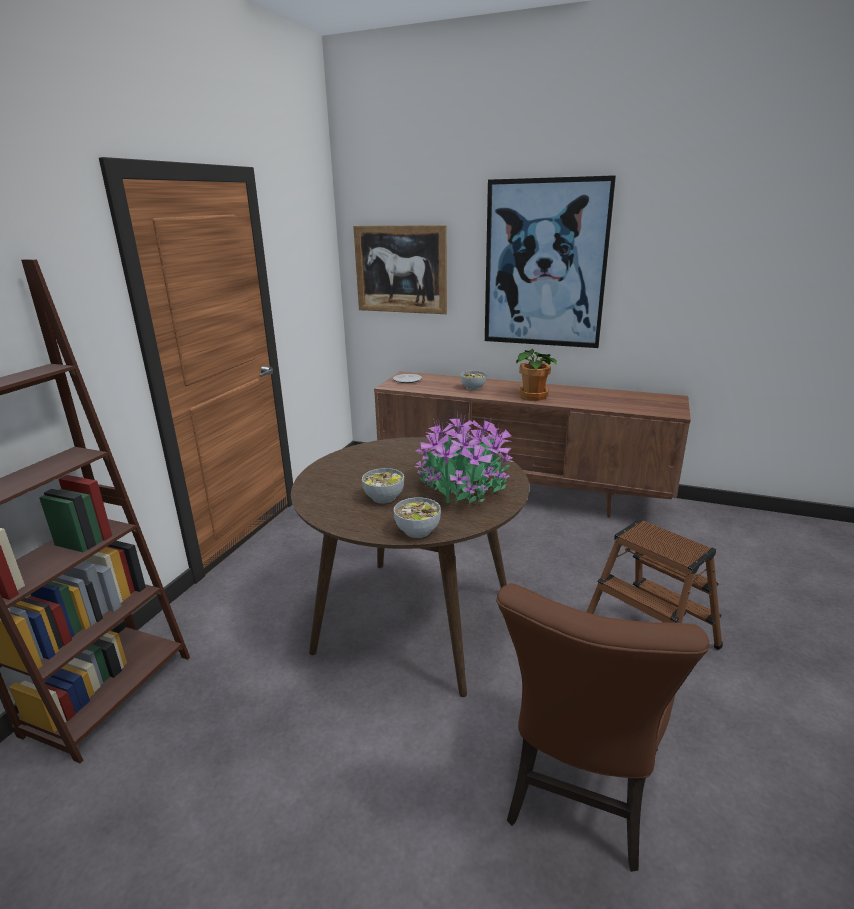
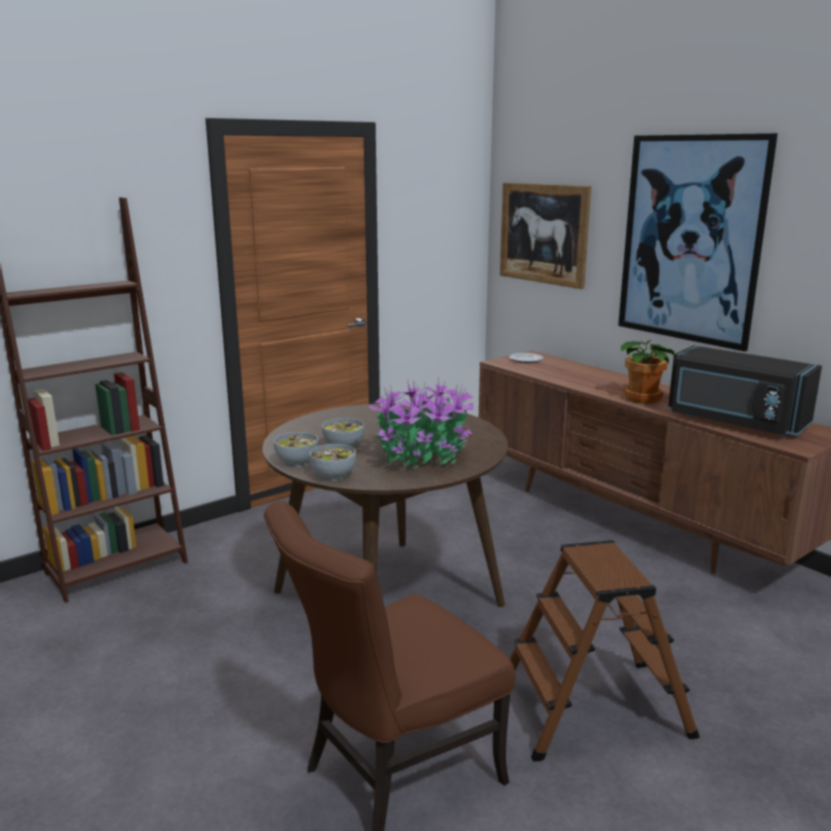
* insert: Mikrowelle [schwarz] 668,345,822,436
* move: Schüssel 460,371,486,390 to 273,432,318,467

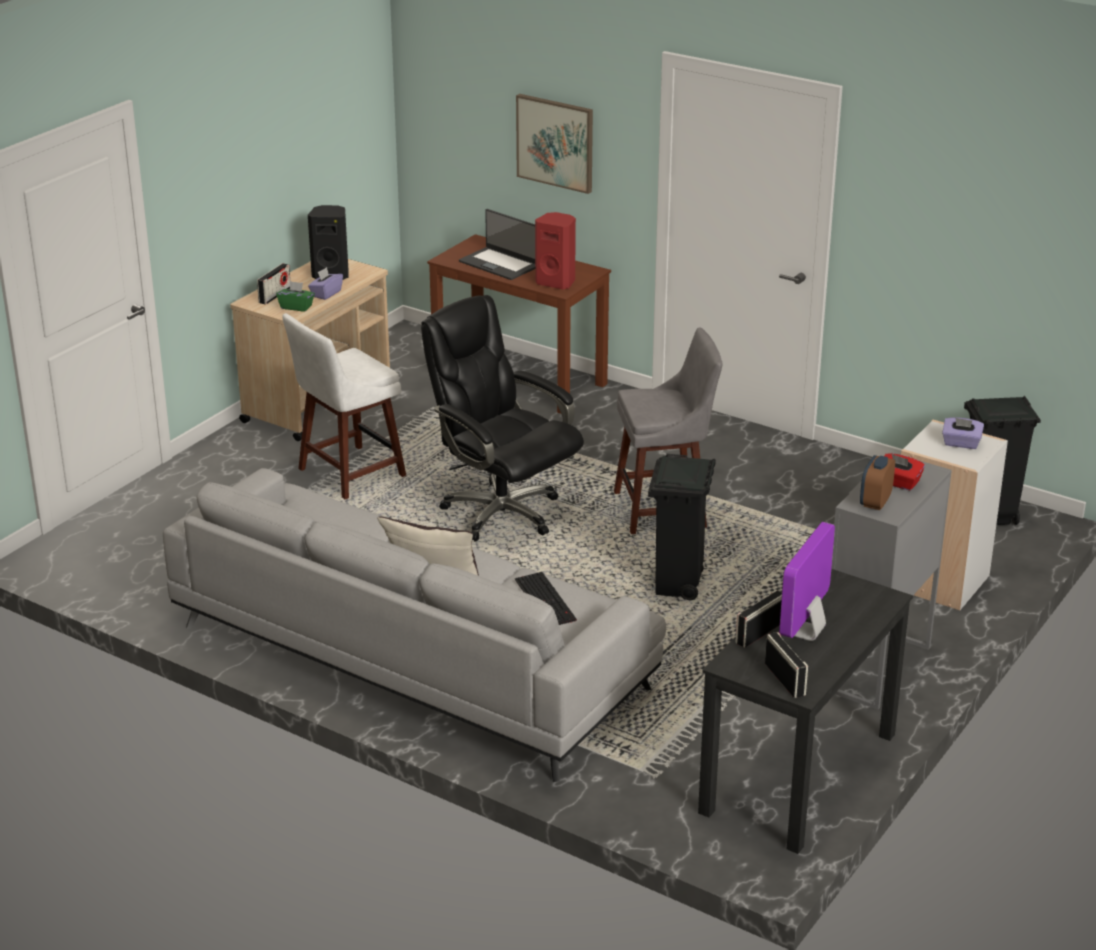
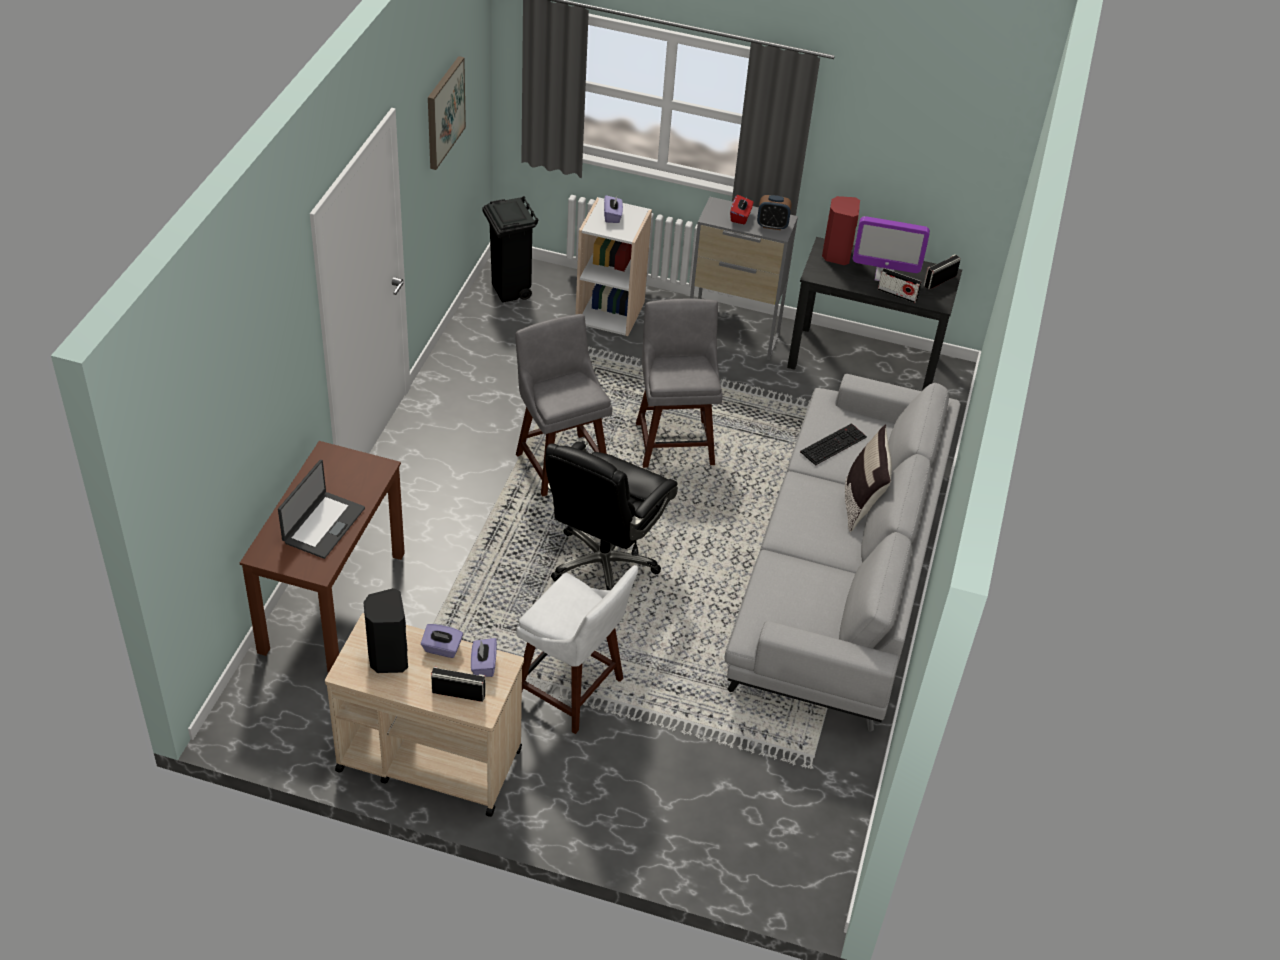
* move: Bild 516,94,593,194 to 428,56,466,170
* move: Lautsprecher [rot] 535,212,576,289 to 822,196,860,265
* replace: Mülleimer [schwarz] 648,454,716,600 to Stuhl [grau] 636,299,723,468
* recolor: Taschentuchbox [grün] 276,281,315,312 to Taschentuchbox [lila] 471,638,497,677

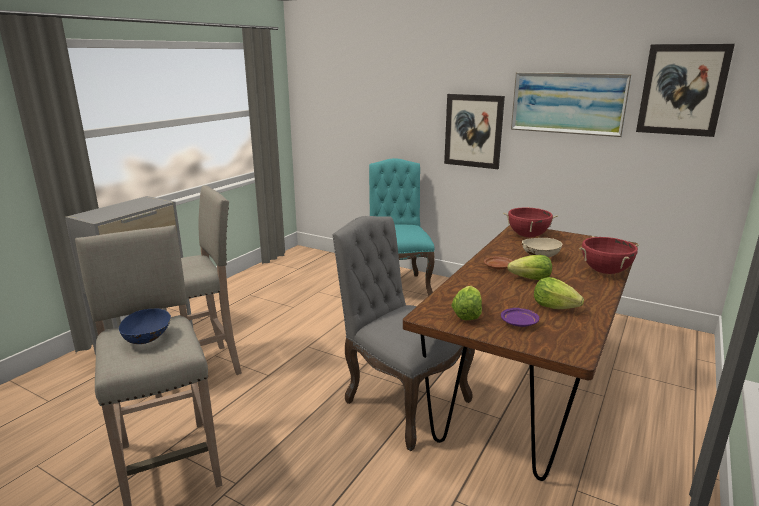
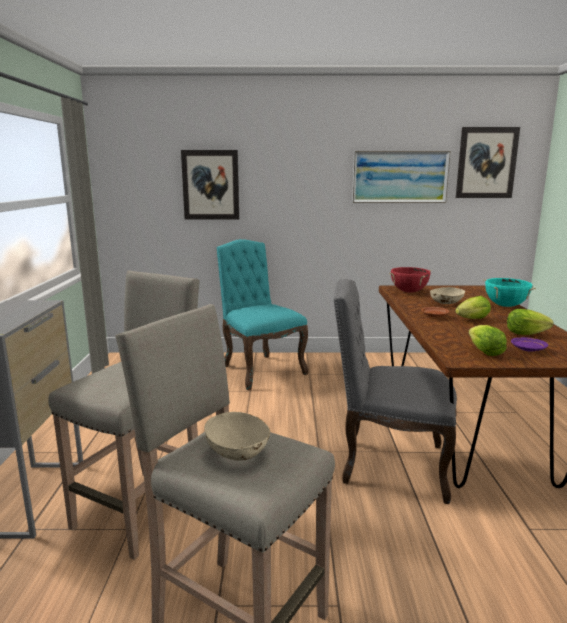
* move: Bild 444,94,505,169 to 181,150,239,220
* recolor: Schüssel [blau] 119,308,171,344 to Schüssel [beige] 204,412,270,461
* recolor: Kochtopf [rot] 579,236,639,274 to Kochtopf [türkis] 483,278,536,307

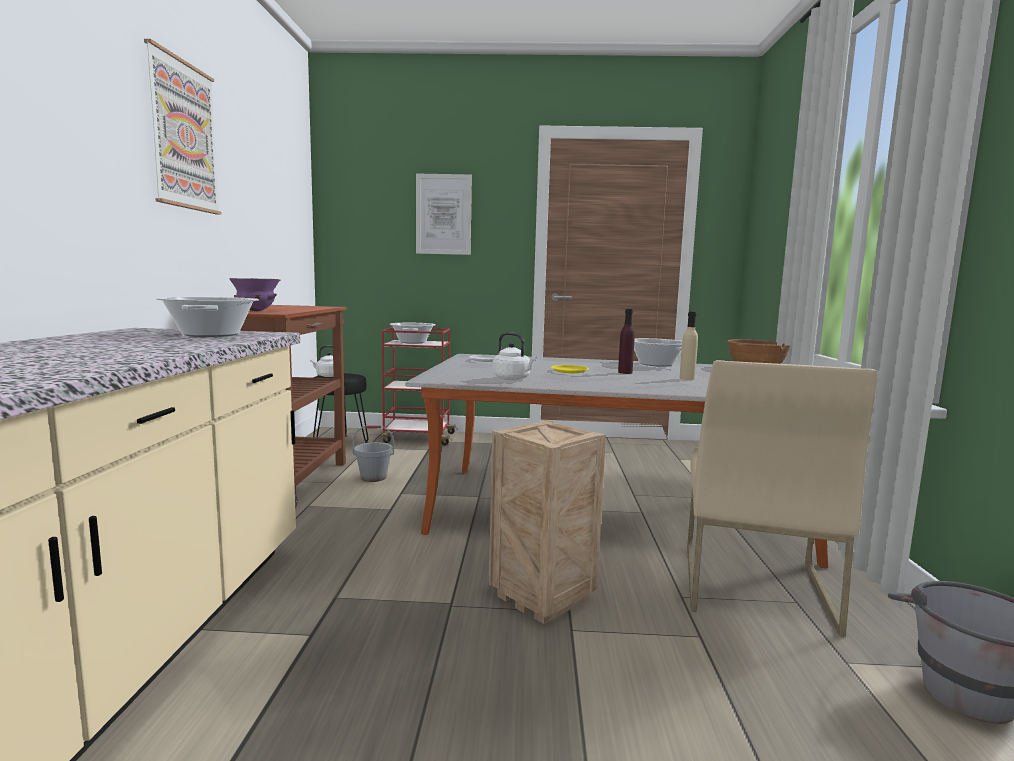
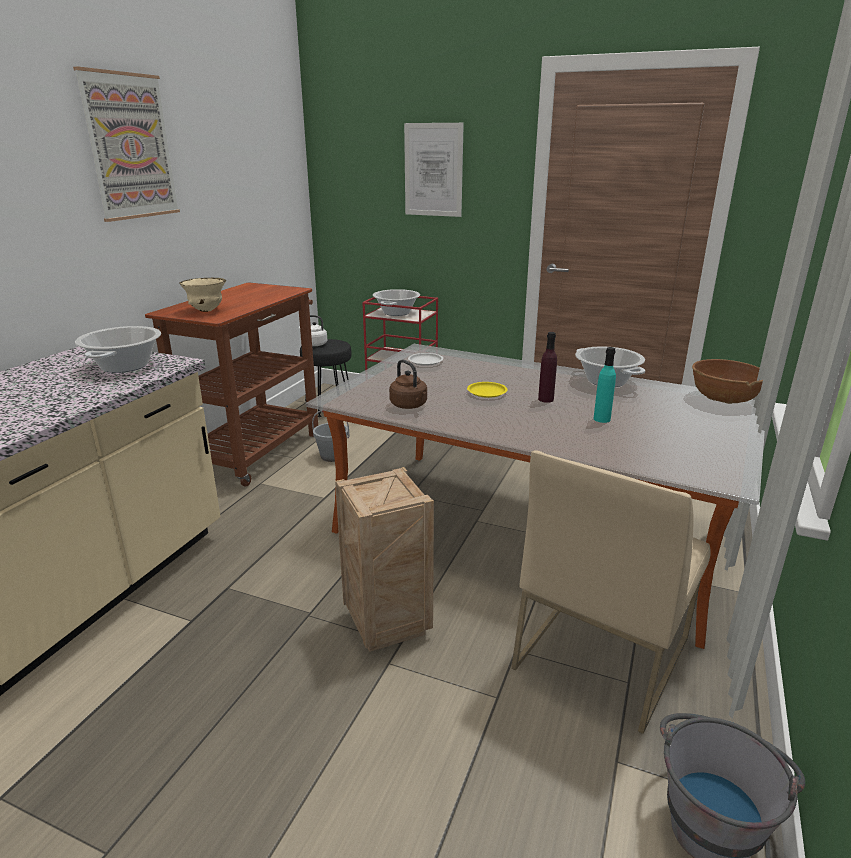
* recolor: Schüssel [lila] 229,278,281,311 to Schüssel [beige] 179,278,226,312
* recolor: Wasserkessel [weiß] 493,332,537,380 to Wasserkessel [braun] 389,360,427,409
* recolor: Flasche [beige] 680,312,698,380 to Flasche [türkis] 594,347,616,423

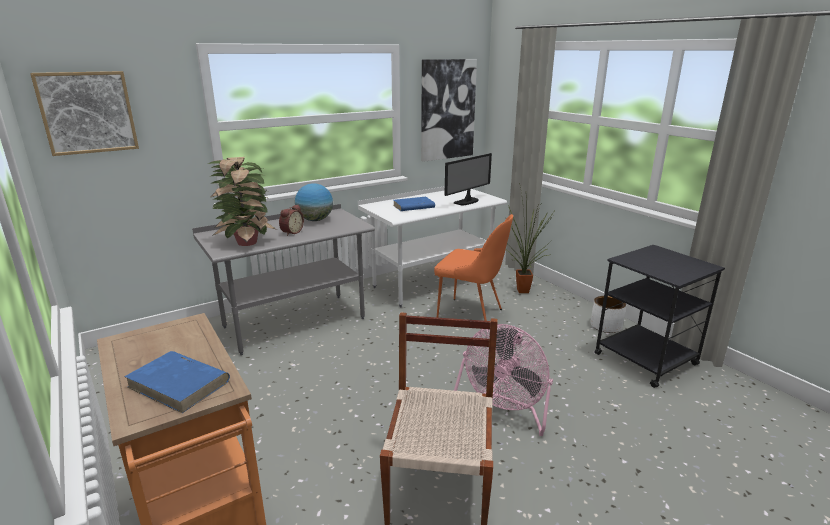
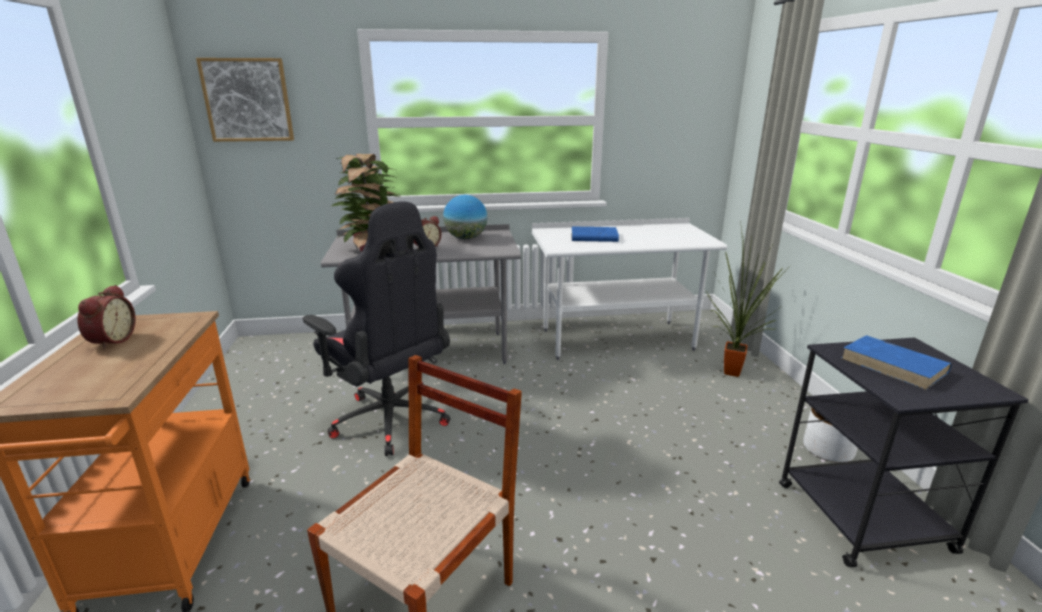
* delete: Bild 421,59,477,162
* delete: Stuhl [orange] 434,214,513,321
* delete: Monitor 444,153,492,205
* delete: Ventilator [rosa] 454,324,553,436
* insert: Wecker 78,285,136,350
* insert: Bürostuhl [schwarz] 303,201,450,456
* move: Buch [blau] 124,351,230,413 to 841,335,952,390

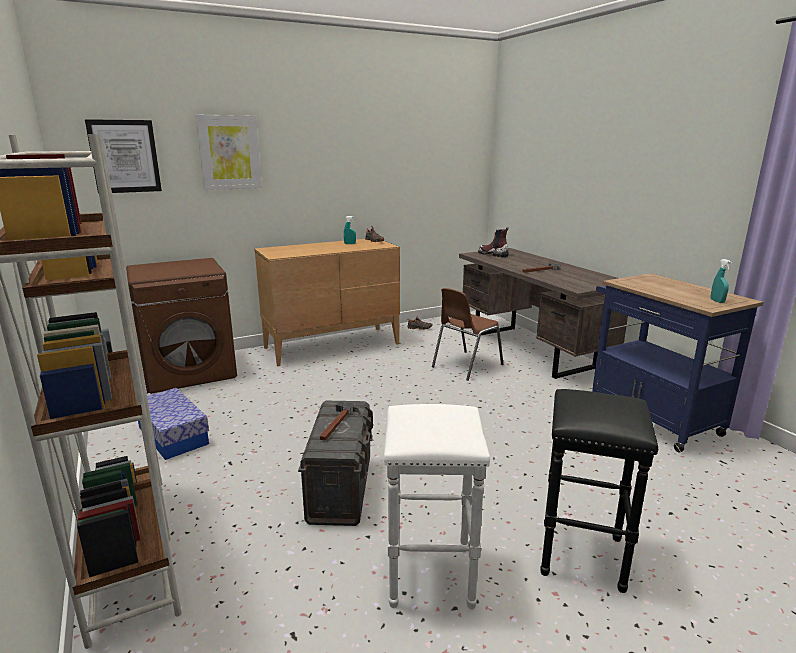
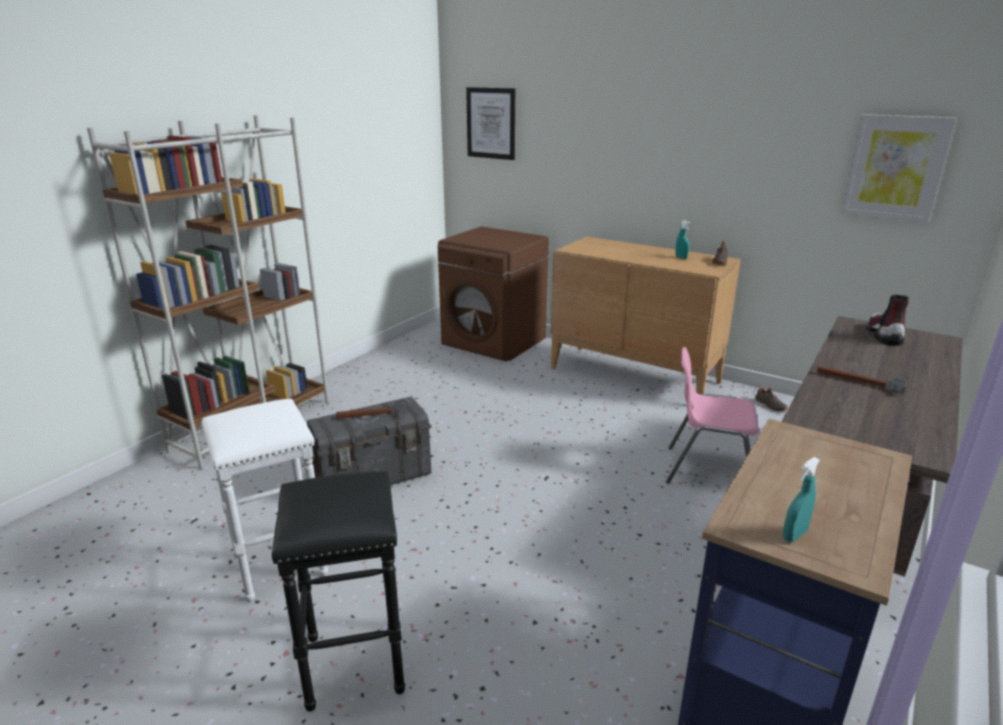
* delete: Aufbewahrungsbox 138,388,209,460
* move: Bild 195,115,262,190 to 841,114,956,223
* recolor: Stuhl [braun] 432,288,504,381 to Stuhl [rosa] 666,347,759,484

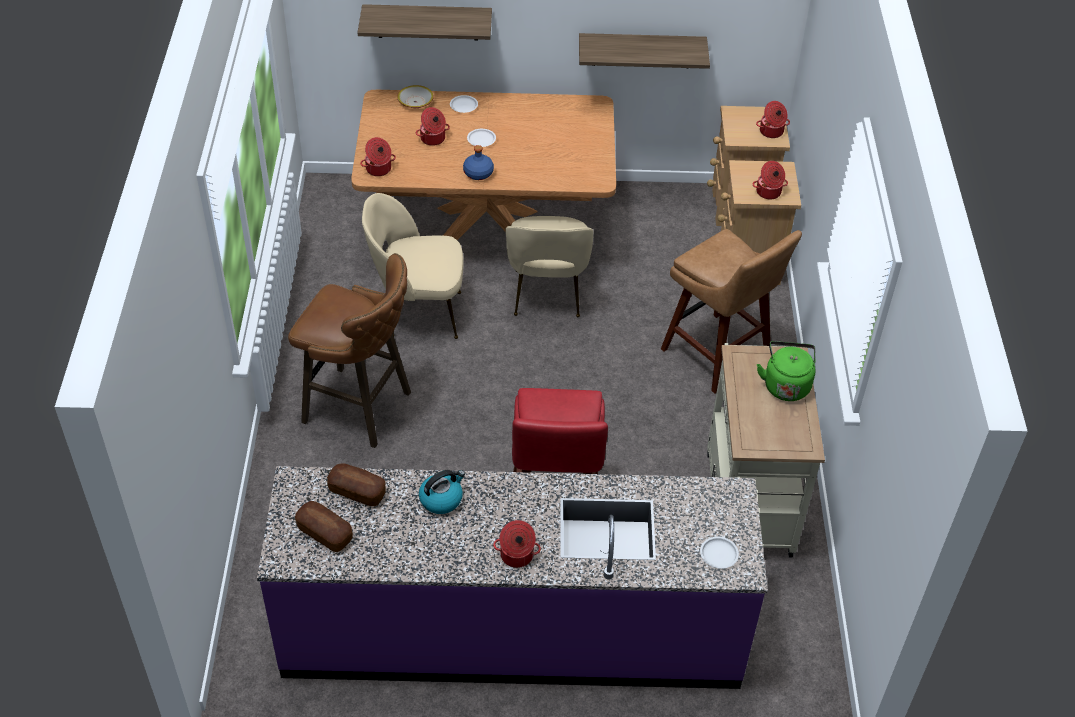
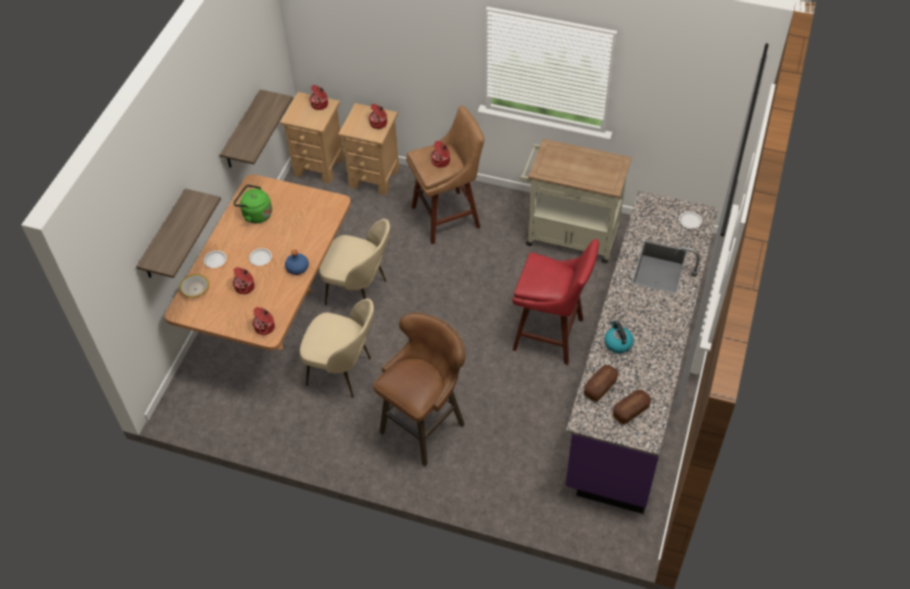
* move: Kochtopf 493,520,541,568 to 431,141,450,168
* move: Wasserkessel [grün] 757,341,816,401 to 233,185,272,223
* rotate: Stuhl [beige] 362,193,463,339 = 300,298,374,398 90 degrees counterclockwise

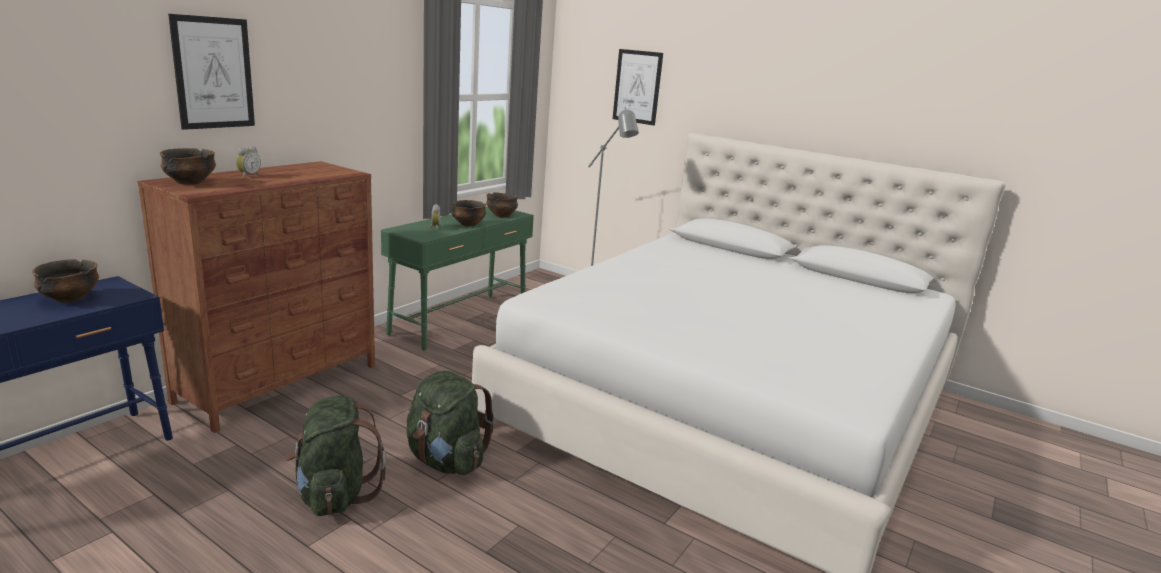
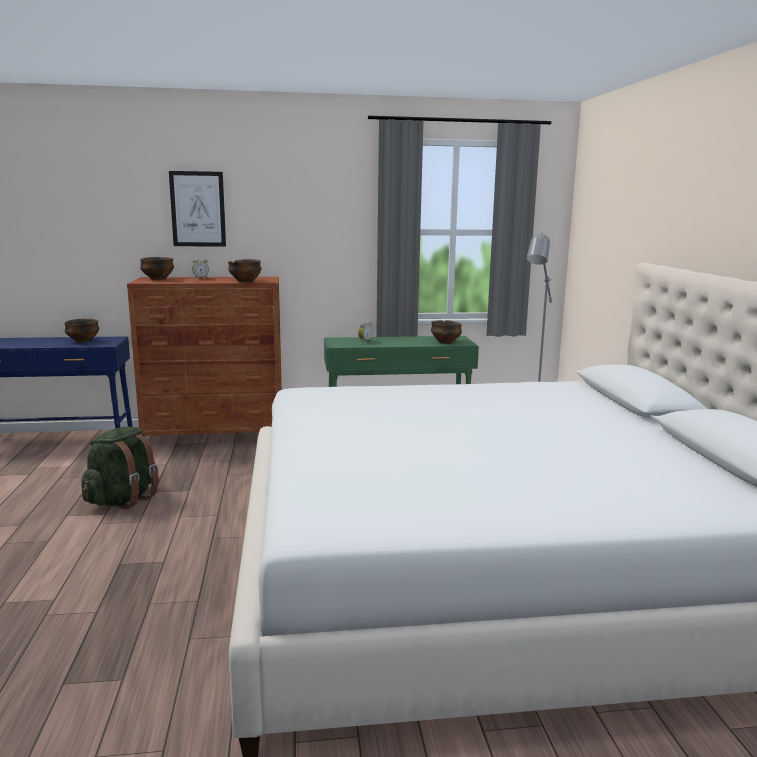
* delete: Rucksack [grün] 406,371,495,475
* delete: Bild 613,49,663,126
* move: Schüssel 452,200,486,226 to 228,259,261,282

